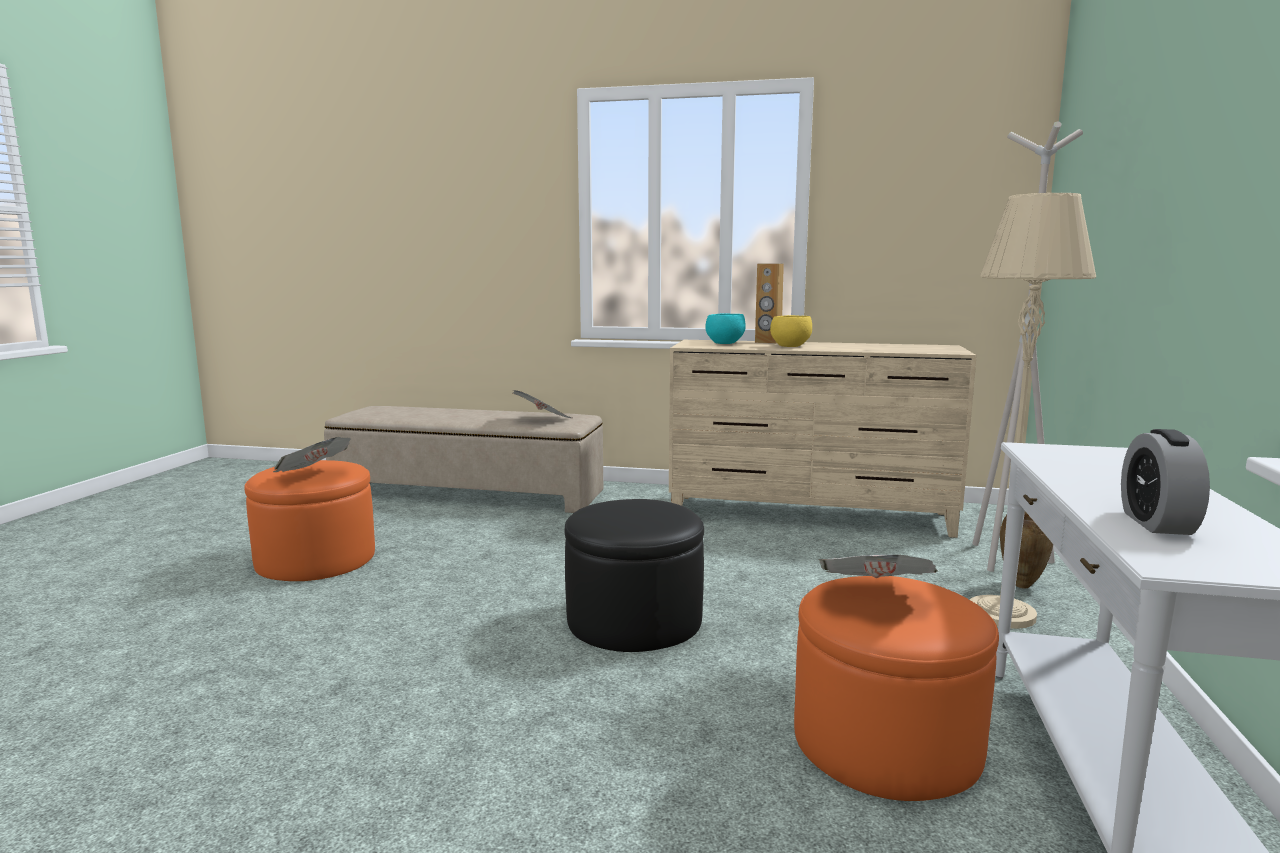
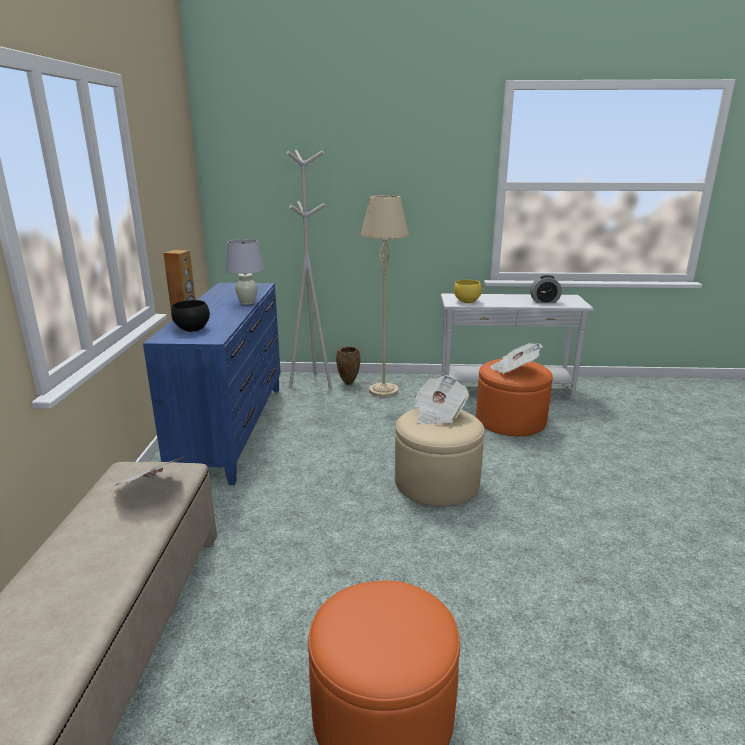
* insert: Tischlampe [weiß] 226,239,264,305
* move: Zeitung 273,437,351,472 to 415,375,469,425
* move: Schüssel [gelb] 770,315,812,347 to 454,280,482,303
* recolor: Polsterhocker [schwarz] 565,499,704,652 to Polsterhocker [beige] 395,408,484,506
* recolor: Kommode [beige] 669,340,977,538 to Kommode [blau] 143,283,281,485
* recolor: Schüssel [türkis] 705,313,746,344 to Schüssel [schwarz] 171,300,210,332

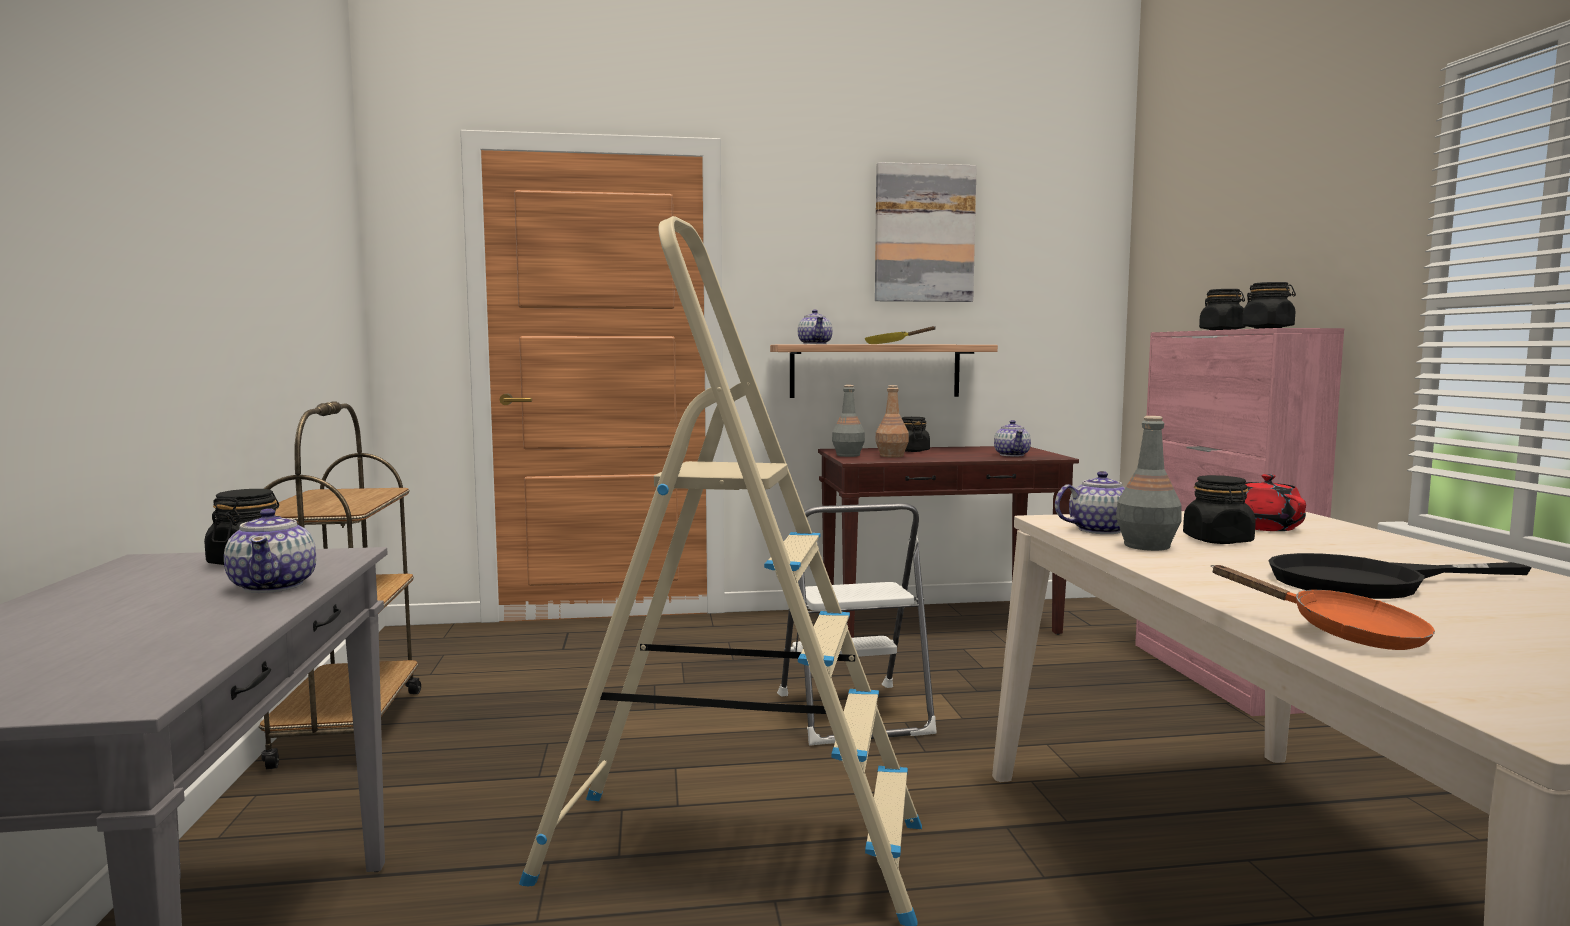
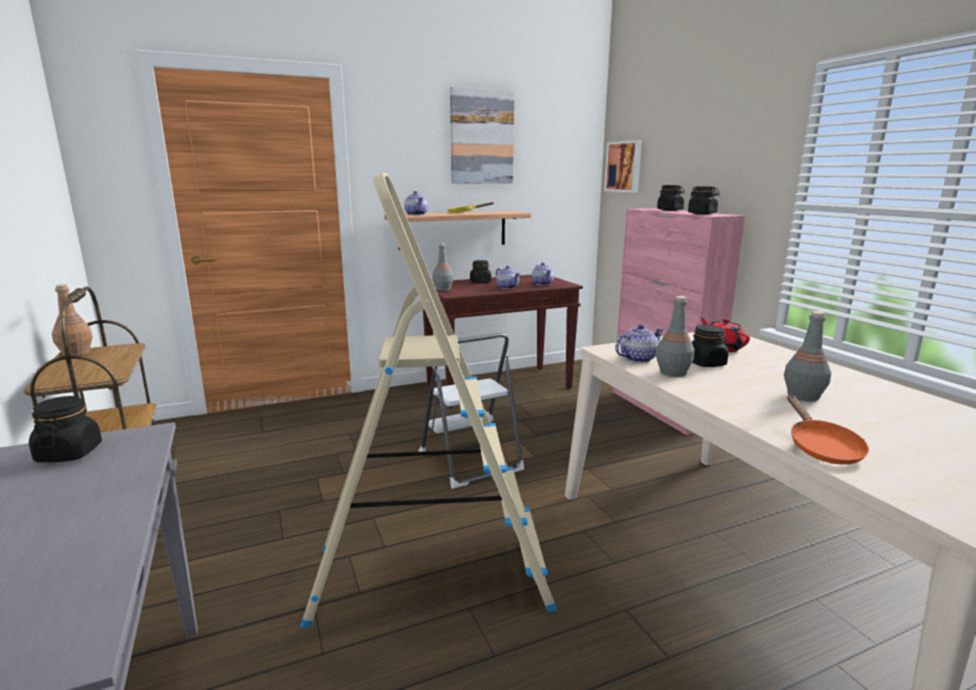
* insert: Bild 604,140,642,192
* move: Teekanne 224,508,316,593 to 496,266,520,289
* move: Flasche [braun] 875,385,909,458 to 52,284,93,356
* replace: Pfanne [schwarz] 1268,553,1532,599 to Flasche [grau] 784,311,831,402
* rotate: Pfanne [orange] 1211,565,1435,650 = 787,395,869,464 60 degrees clockwise

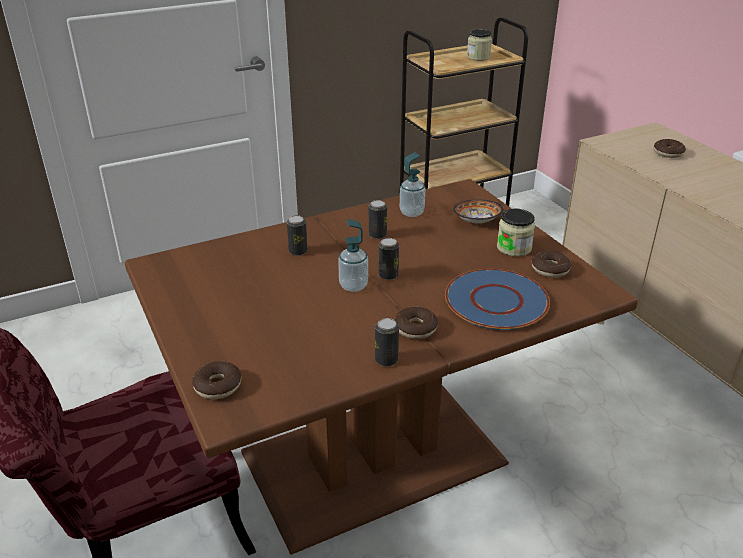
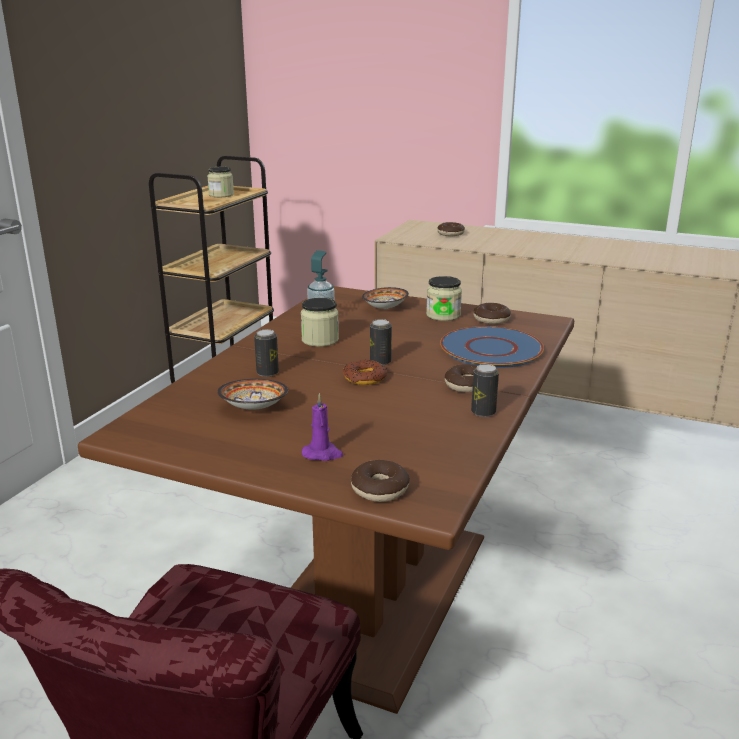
* insert: Schüssel 217,379,288,410
* insert: Kerze [lila] 302,393,343,461
* replace: Seifenspender 338,219,368,292 to Donut 343,360,387,385
* replace: Dose 369,200,387,239 to Vorratsglas 301,298,339,347

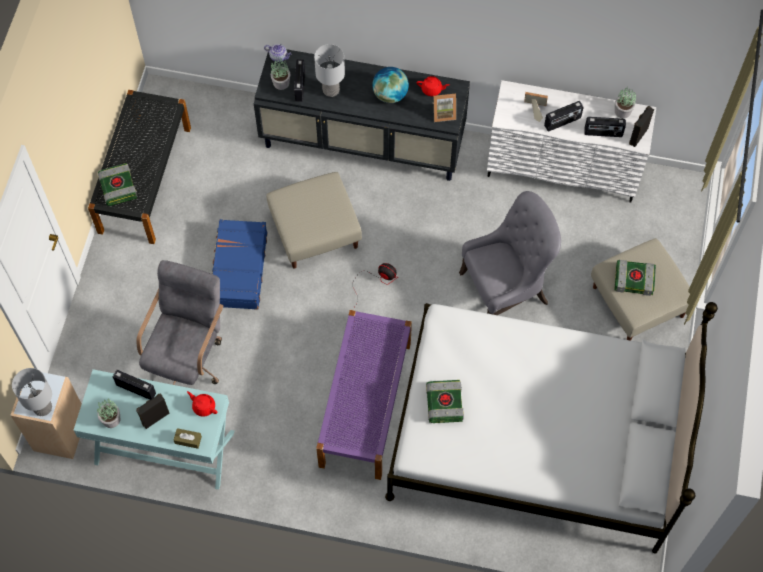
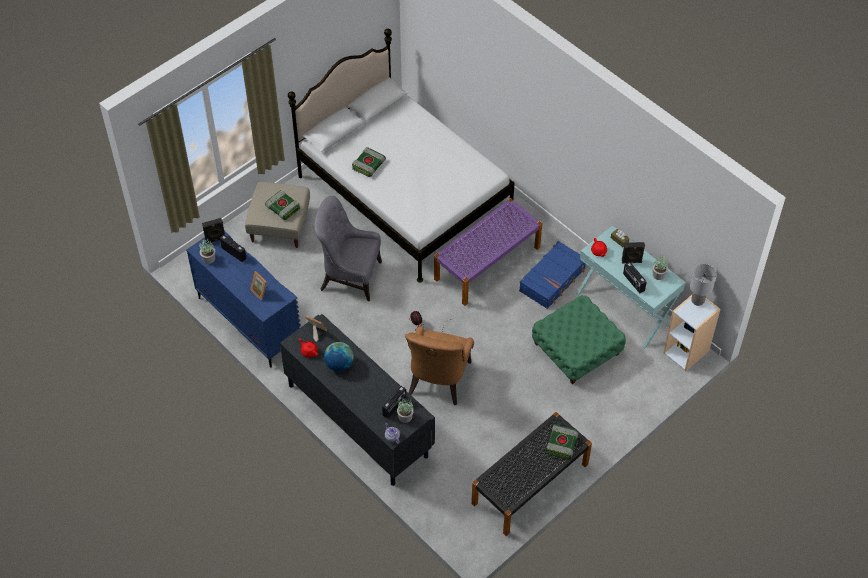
* delete: Tischlampe [grau] 314,44,345,97
* delete: Radio 544,101,584,131
* move: Koffer [blau] 212,219,268,310 to 519,241,586,309
* move: Buch 426,380,464,423 to 352,147,386,177
* replace: Bürostuhl [grau] 136,260,224,385 to Polsterhocker [grün] 532,295,626,384
* replace: Polsterhocker [beige] 266,172,362,269 to Stuhl [braun] 405,327,474,405
* recolor: Kommode [weiß] 487,80,656,203 to Kommode [blau] 186,230,301,368

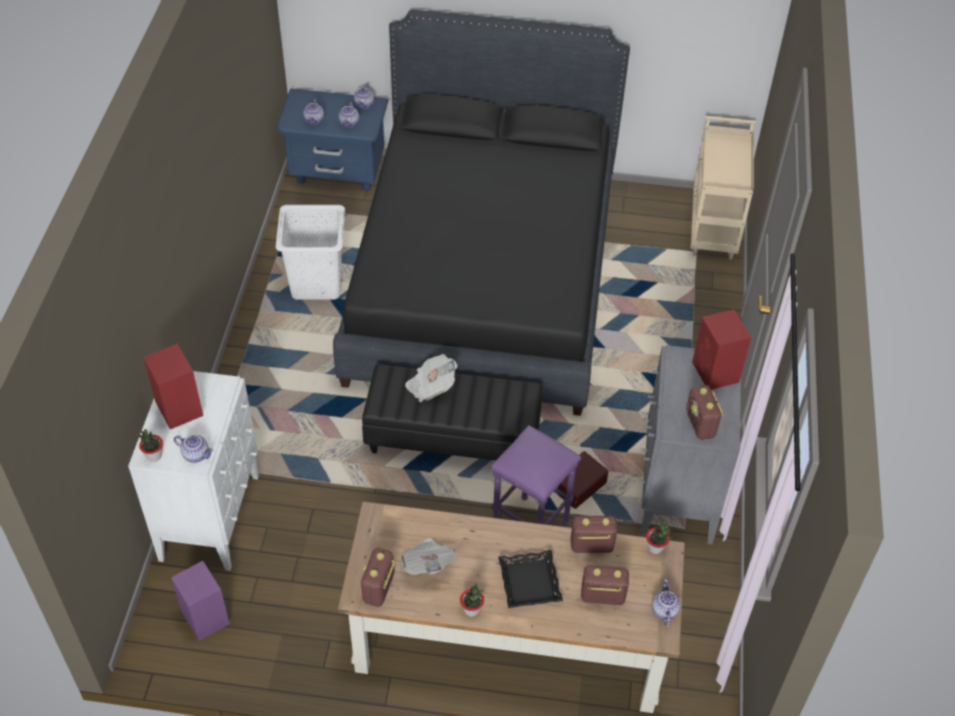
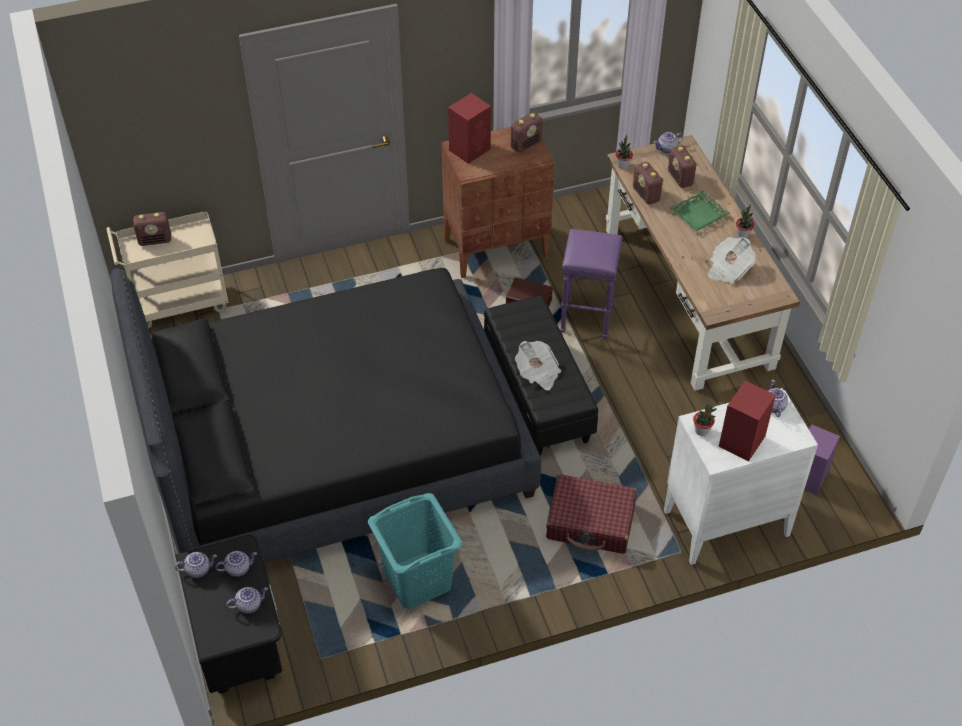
* insert: Koffer [rot] 546,474,637,554
* move: Topfpflanze 137,429,163,462 to 693,403,717,436
* move: Radio 361,548,395,607 to 133,212,171,246
* recolor: Wäschekorb [weiß] 276,205,345,300 to Wäschekorb [türkis] 368,493,462,609
* recolor: Nachttisch [blau] 277,89,388,191 to Nachttisch [schwarz] 175,535,282,694
* recolor: Tablett [schwarz] 498,550,563,608 to Tablett [grün] 670,191,730,232
* recolor: Kommode [grau] 639,345,741,544 to Kommode [braun] 441,127,555,278

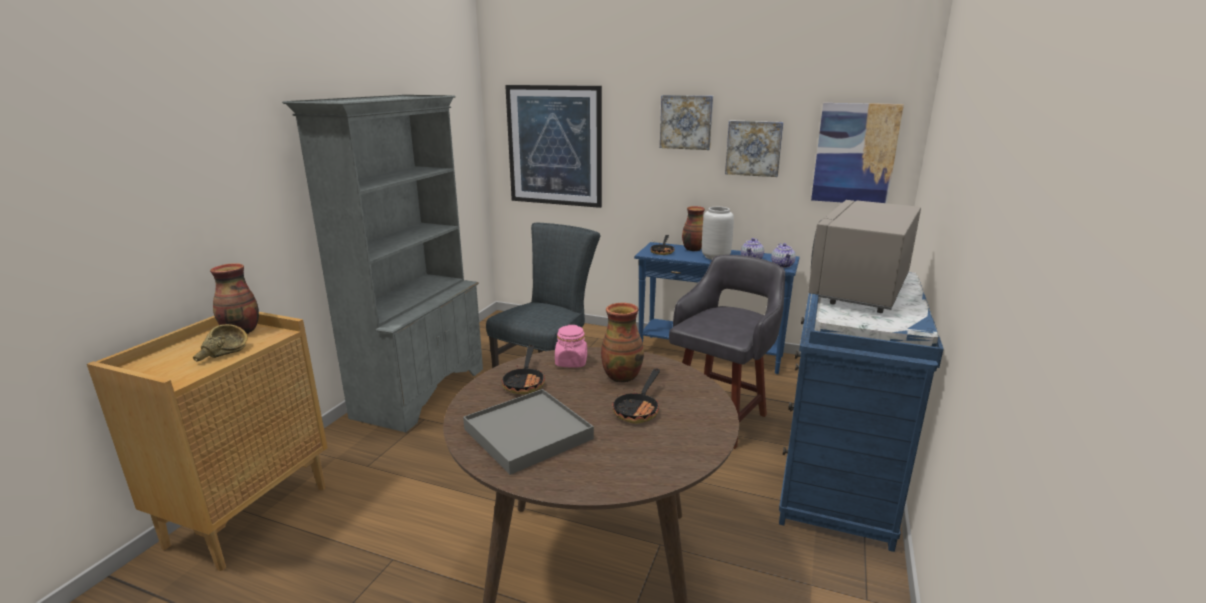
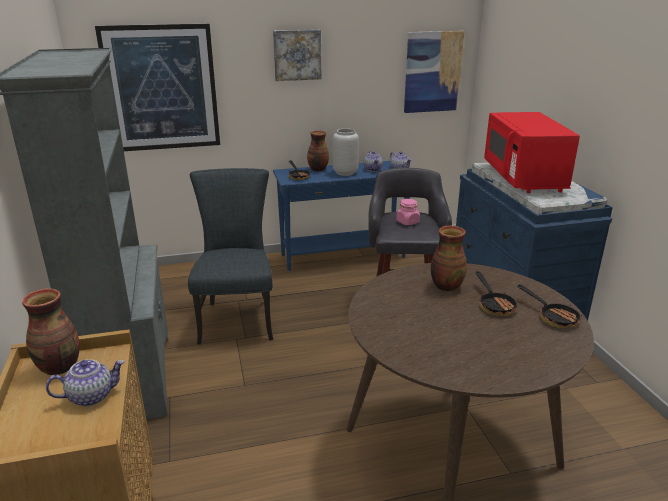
* delete: Tablett [grau] 463,389,594,475
* delete: Bild 725,120,784,177
* move: Pfanne 501,345,545,394 to 517,284,582,328
* move: Vorratsglas [rosa] 555,325,587,368 to 396,199,420,225
* replace: Schüssel [braun] 193,324,248,361 to Teekanne 46,359,125,406
* recolor: Mikrowelle [grau] 808,200,921,313 to Mikrowelle [rot] 484,112,580,193

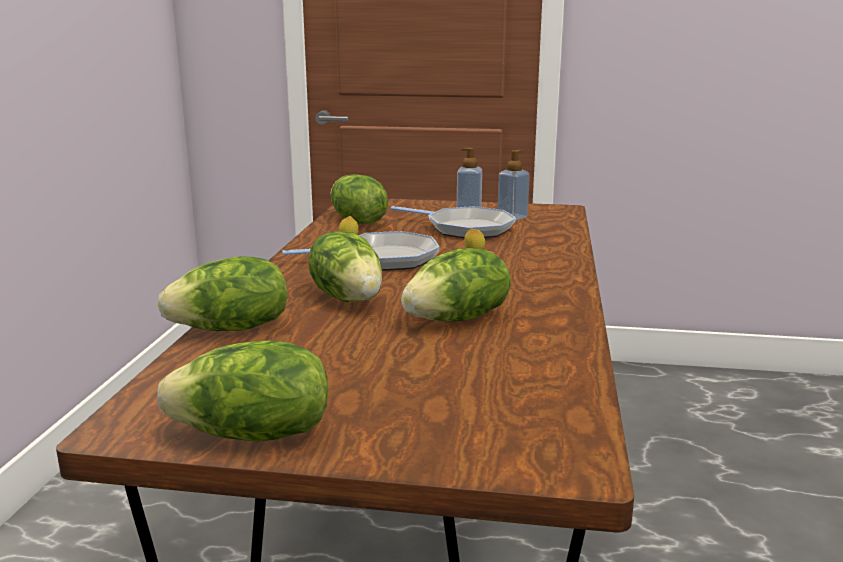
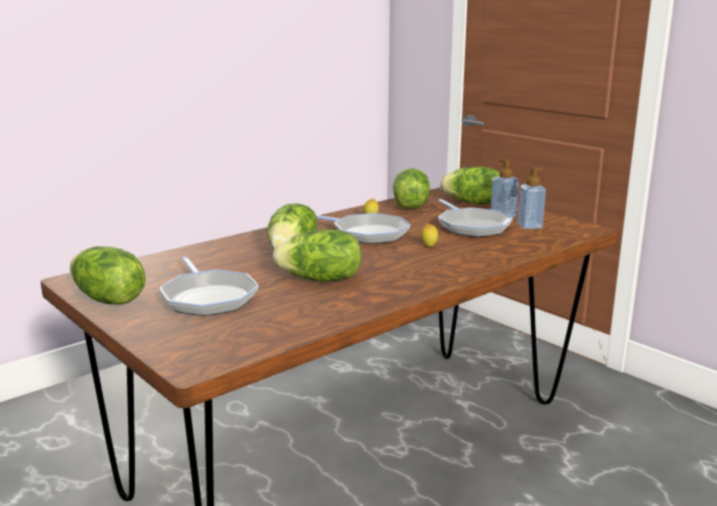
* insert: Pfanne 160,256,259,316
* move: Salatkopf 158,256,288,331 to 440,167,500,204

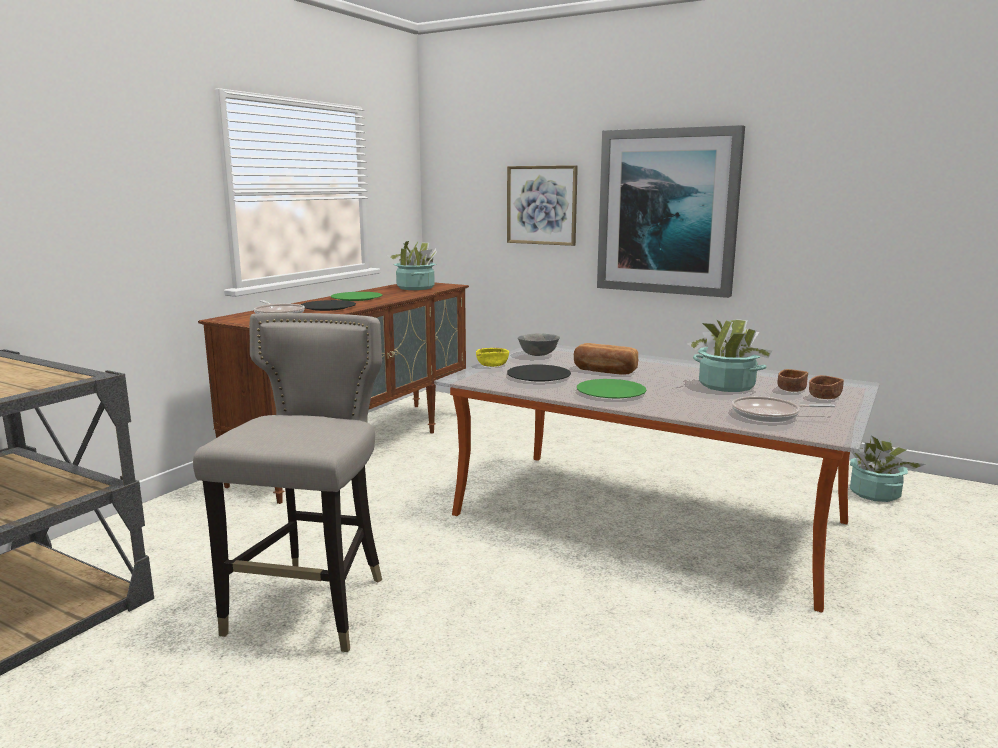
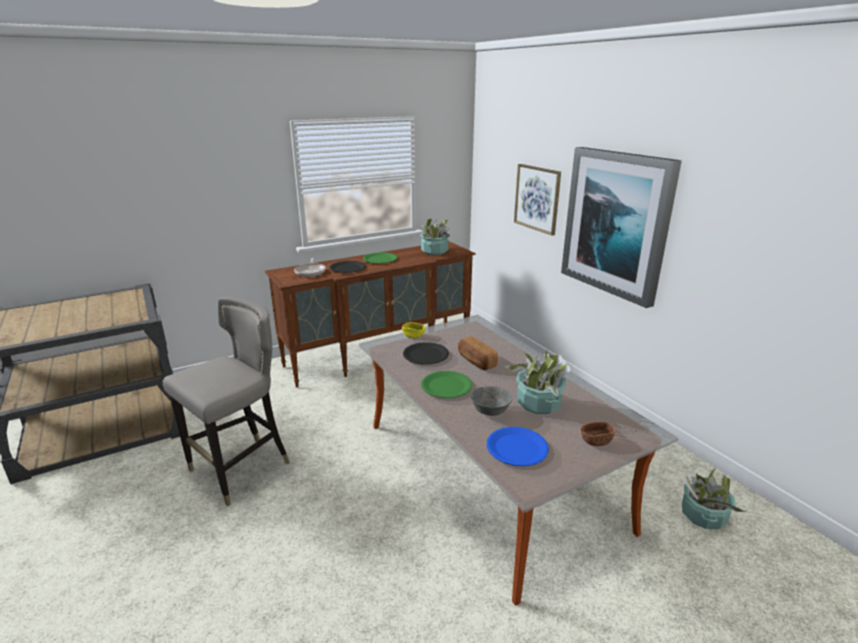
* delete: Schüssel [braun] 777,369,808,392
* move: Schüssel [grau] 518,333,560,356 to 471,386,512,416
* replace: Pfanne 732,396,835,422 to Teller [blau] 487,427,549,466

